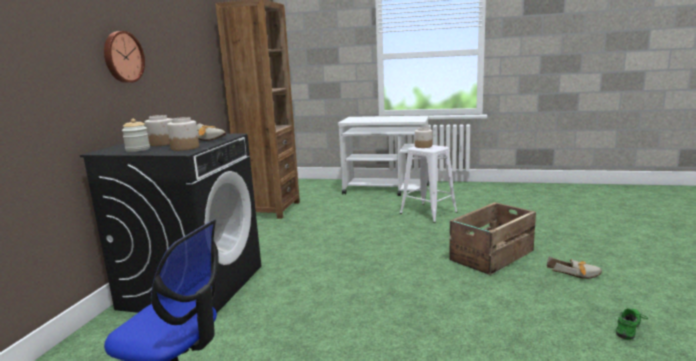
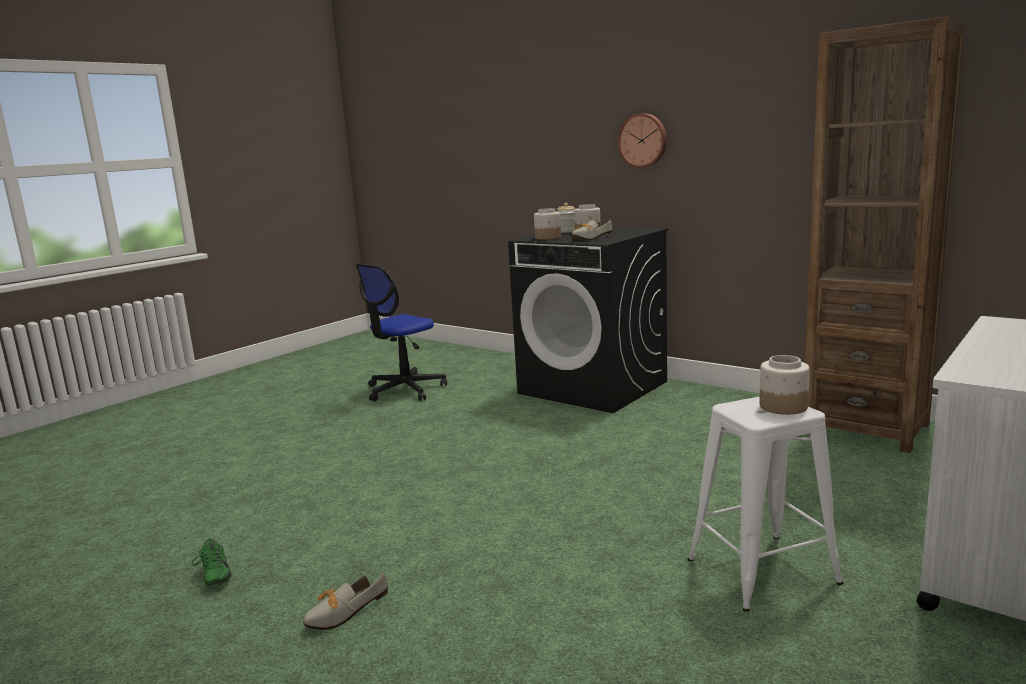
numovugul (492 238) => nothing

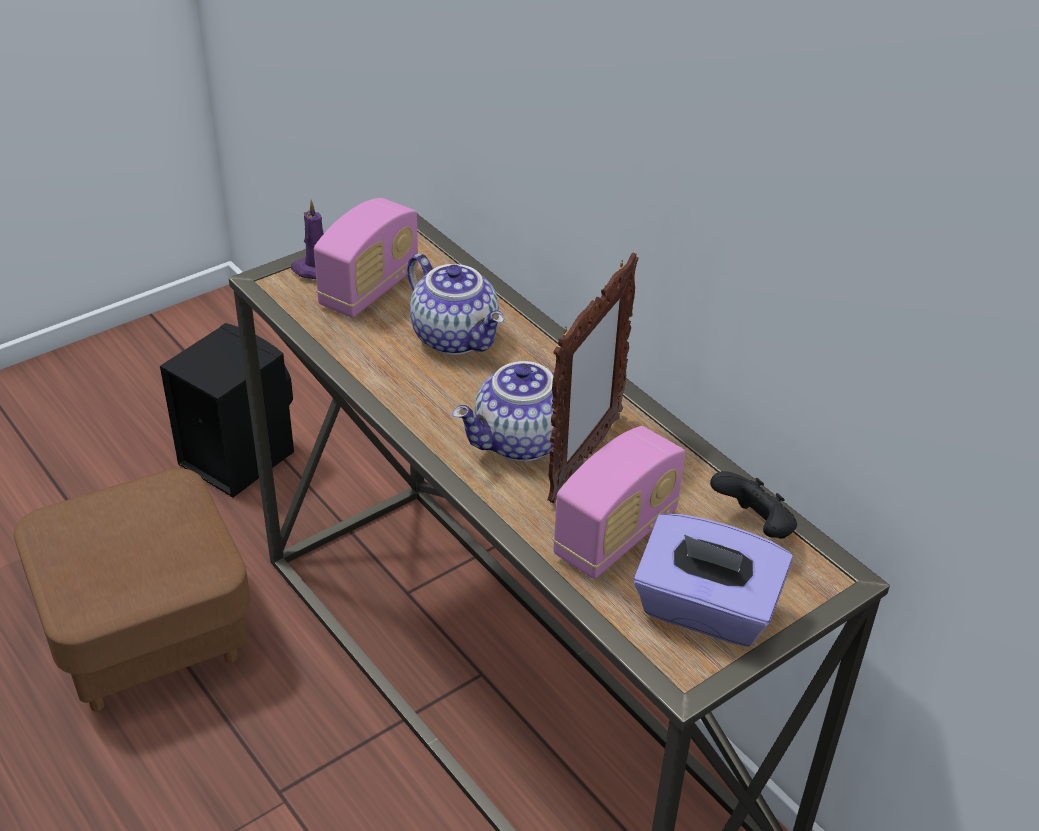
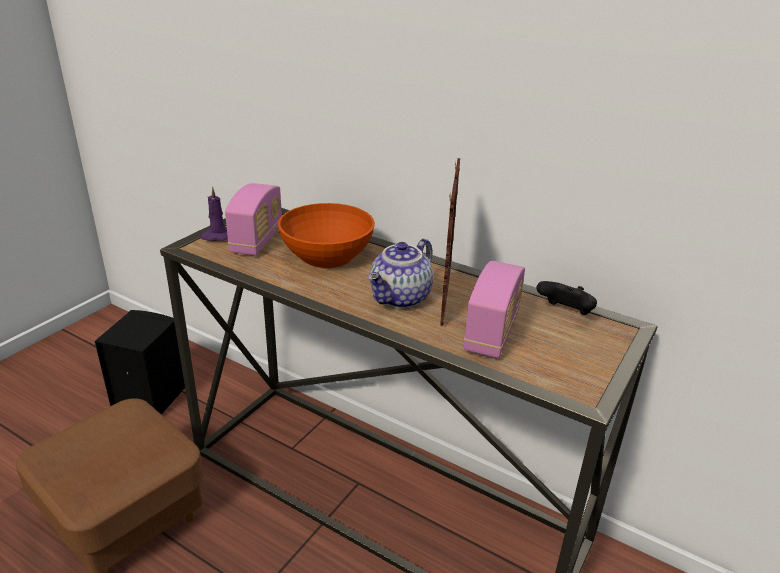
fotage (455 304) => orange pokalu (326 235)
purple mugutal (713 580) => nothing

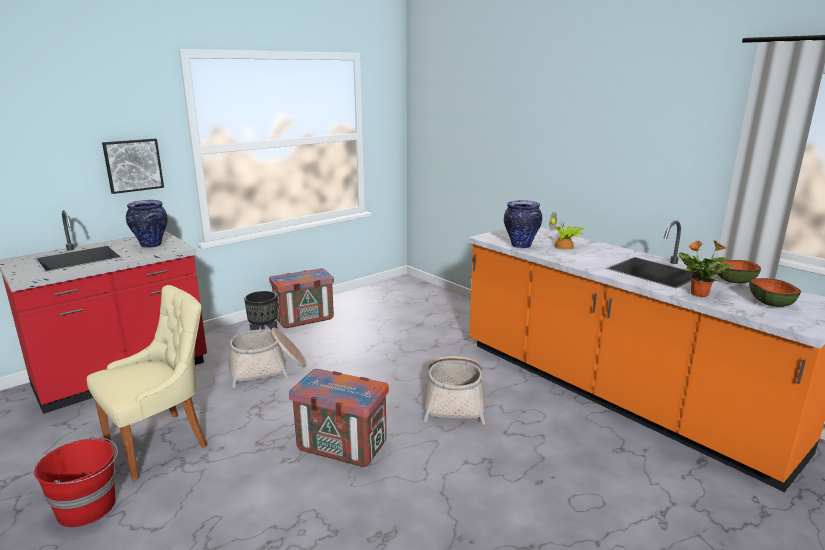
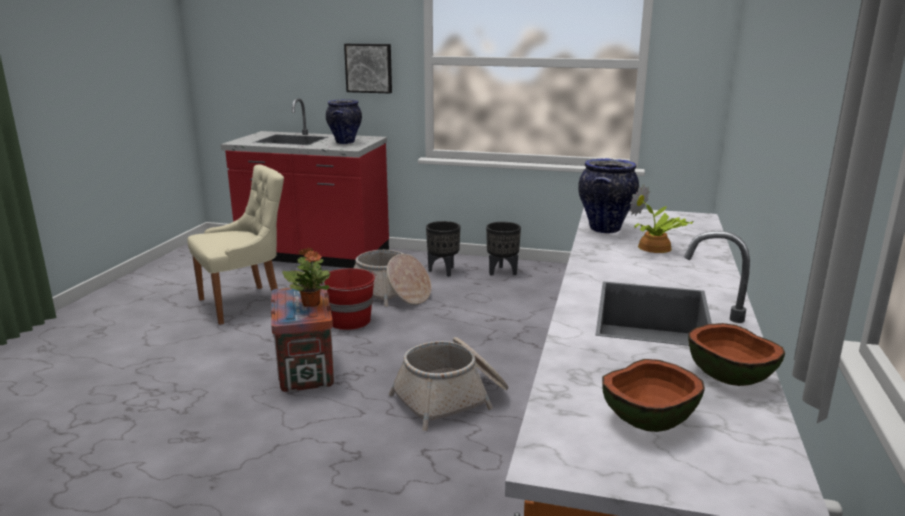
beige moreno (147 383) => beige moreno (235 244), 45 degrees counterclockwise
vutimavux (706 268) => vutimavux (306 277), moved
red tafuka (76 482) => red tafuka (349 299), moved
numovugul (301 298) => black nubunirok (503 249)

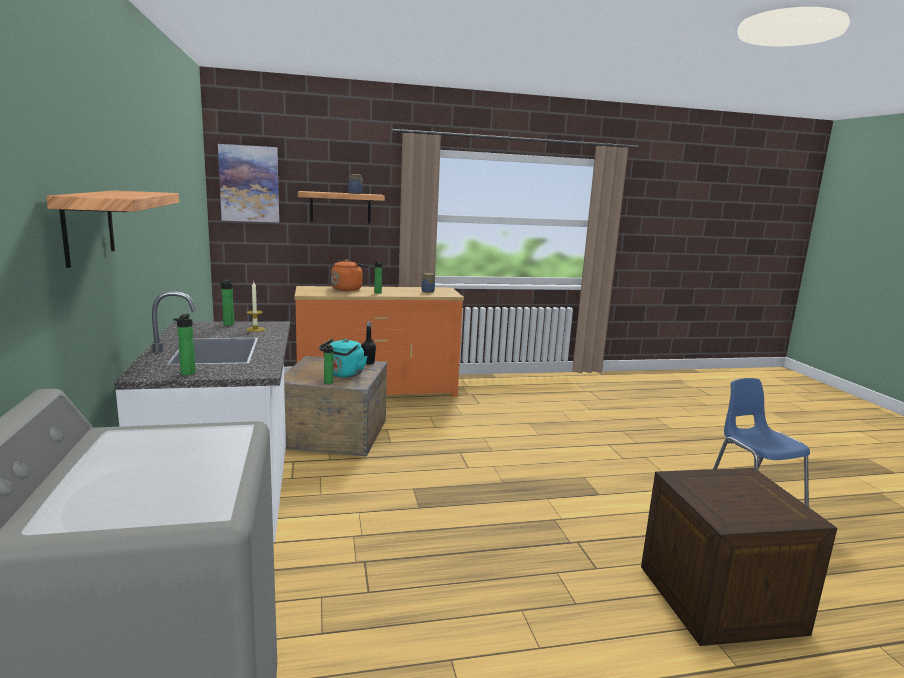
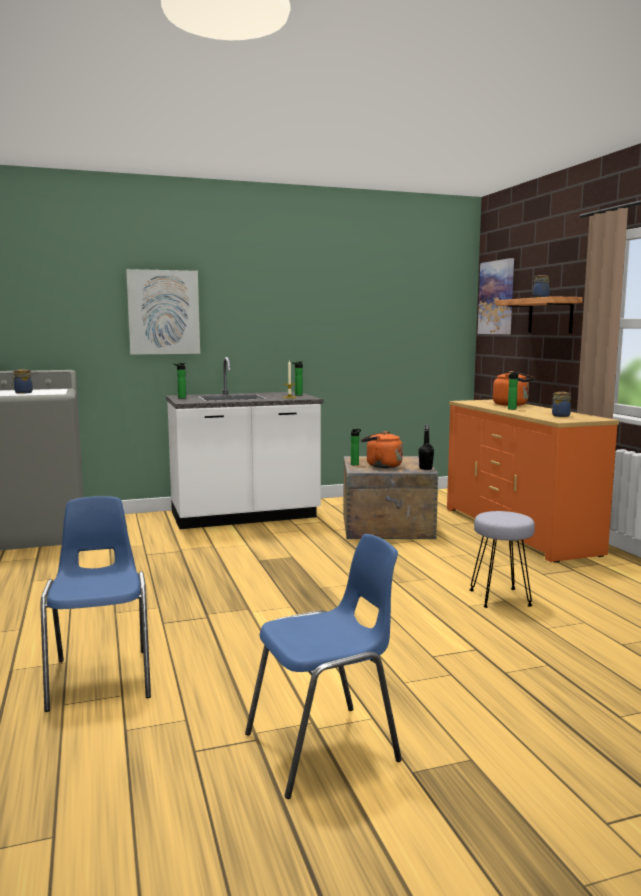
nothing => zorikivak (22 381)
numovugul (739 557) => blue moreno (95 604)
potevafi (112 229) => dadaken (163 312)
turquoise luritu (343 358) => orange luritu (382 450)
nothing => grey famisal (502 559)

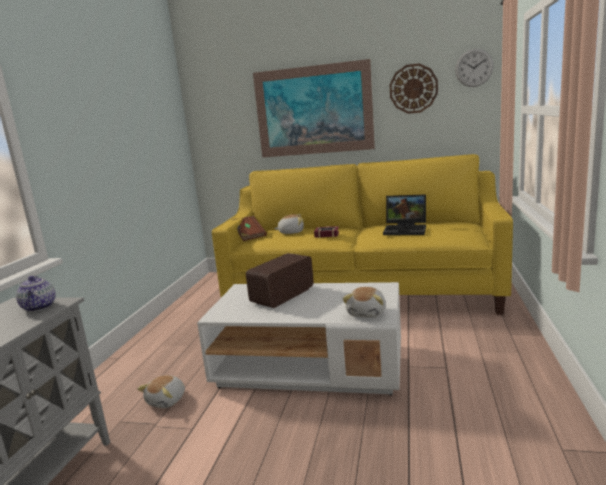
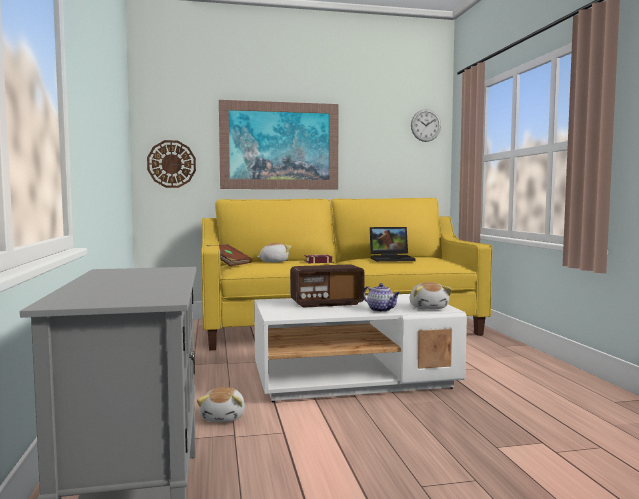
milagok (414 88) => milagok (171 164), moved
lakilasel (280 280) => lakilasel (327 286), 120 degrees counterclockwise
fotage (36 294) => fotage (381 297), moved

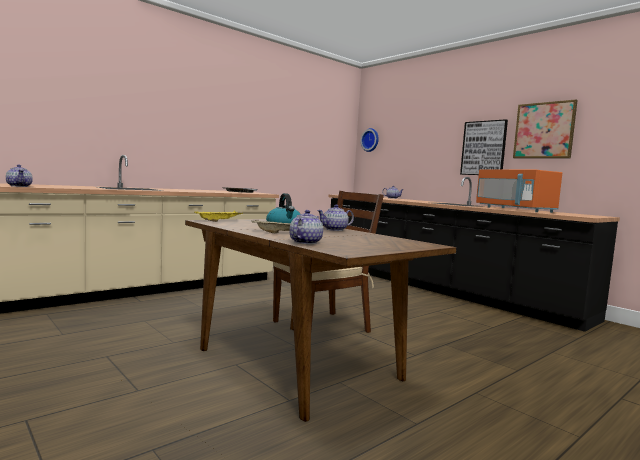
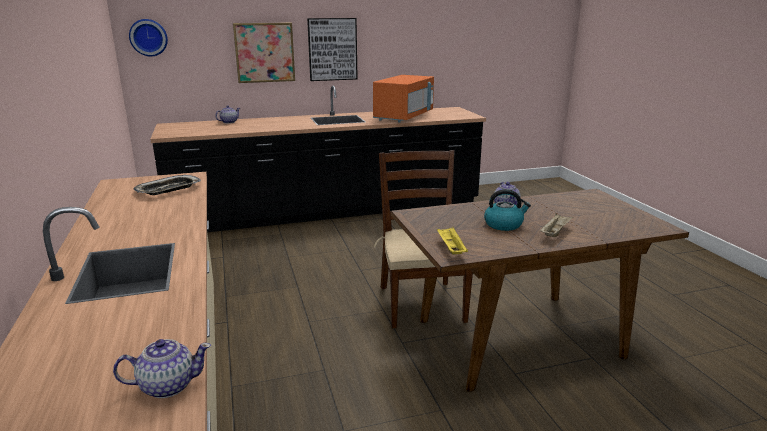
dadaken (545 129) => dadaken (264 53), moved
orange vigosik (519 191) => orange vigosik (403 98), 60 degrees counterclockwise
fotage (306 227) => nothing

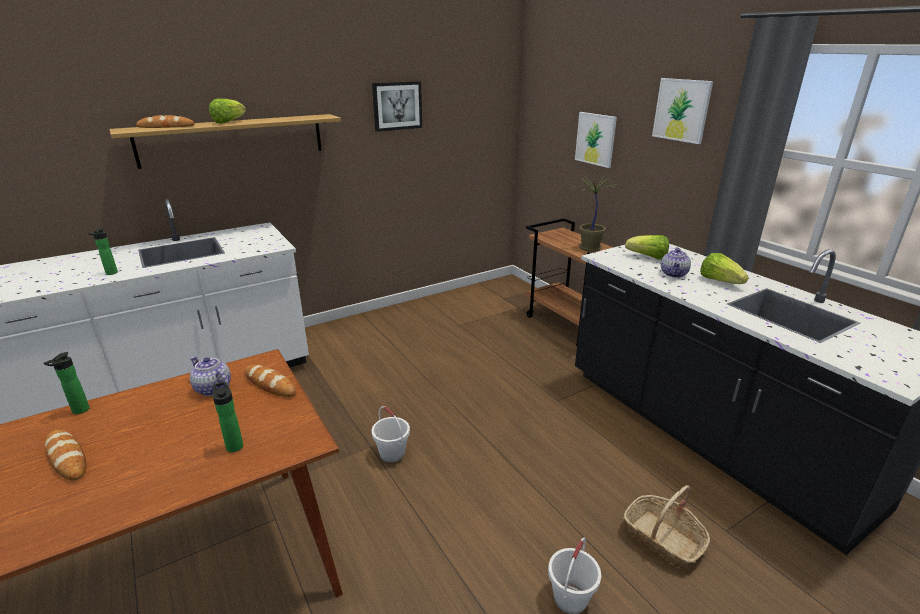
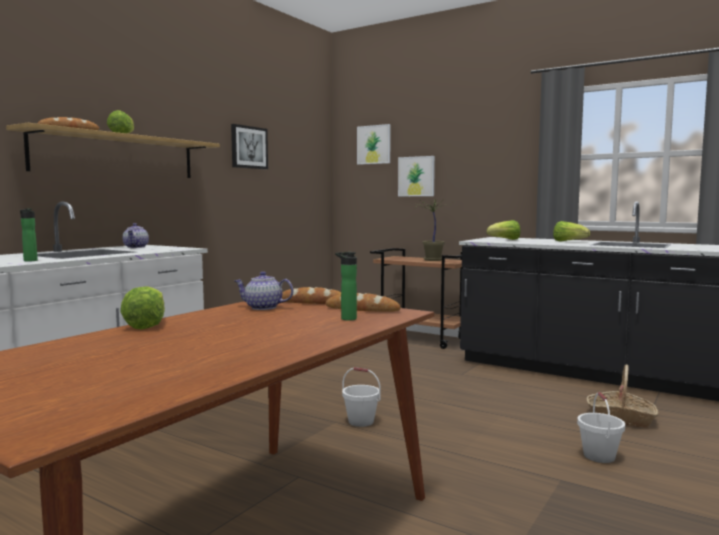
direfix (67 383) => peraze (142 308)
fotage (676 262) => fotage (136 235), moved
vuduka (65 455) => vuduka (363 302), moved
dadaken (682 111) => dadaken (374 144), moved

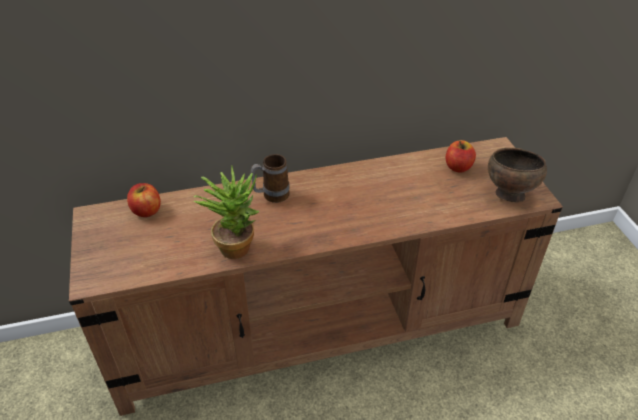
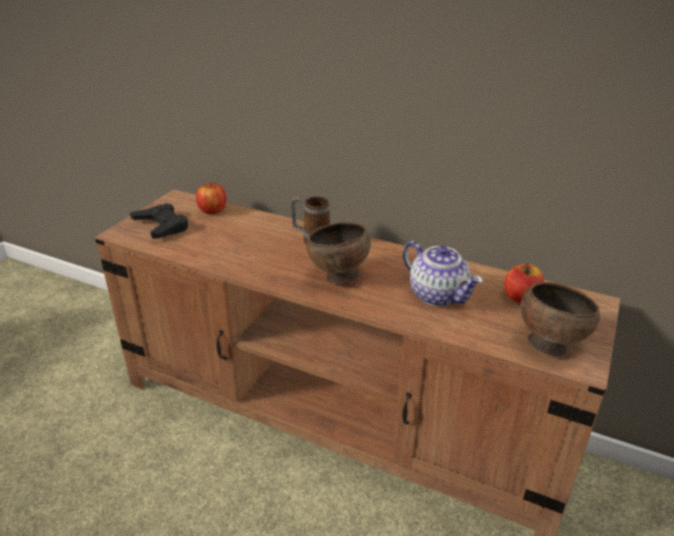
nothing => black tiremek (159 221)
nothing => brown pokalu (338 253)
nothing => fotage (443 273)
vutimavux (226 212) => nothing

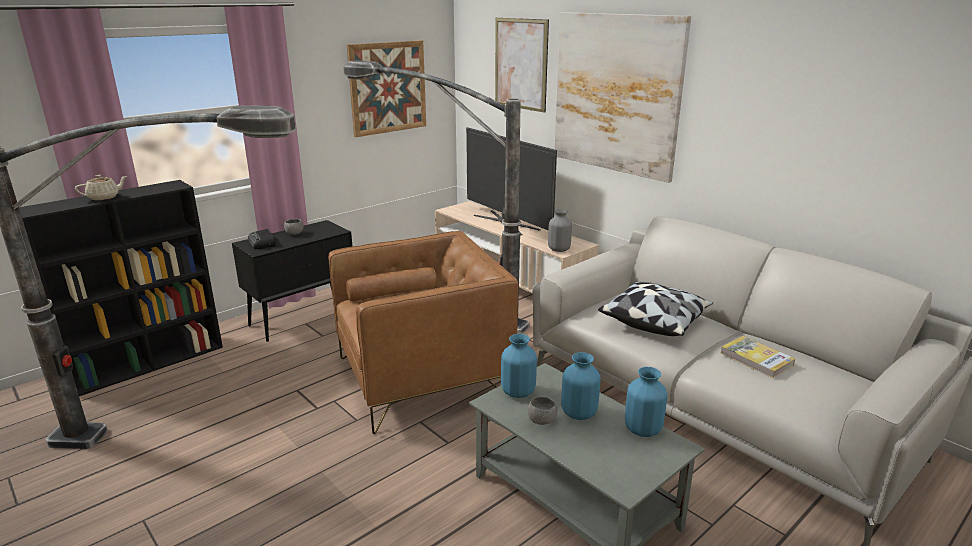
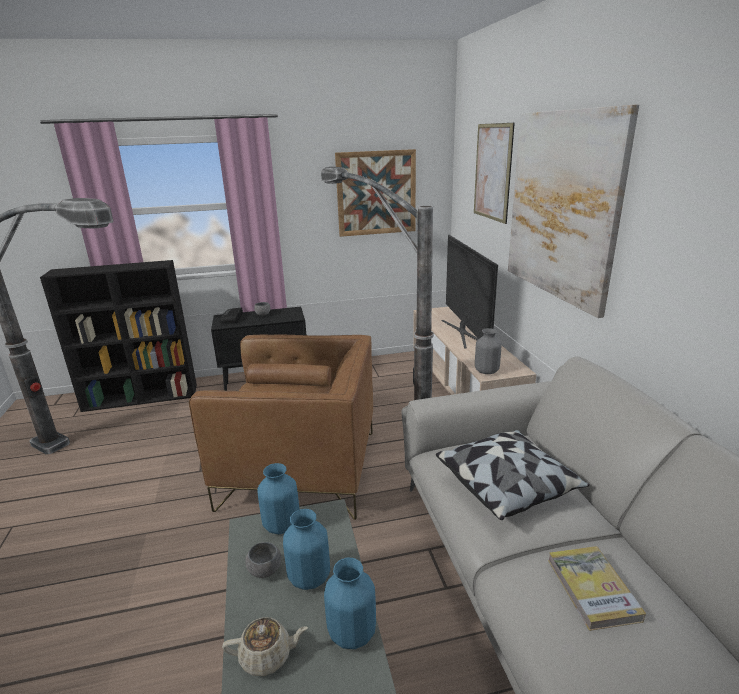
beige fotage (101 187) => beige fotage (265 646), moved

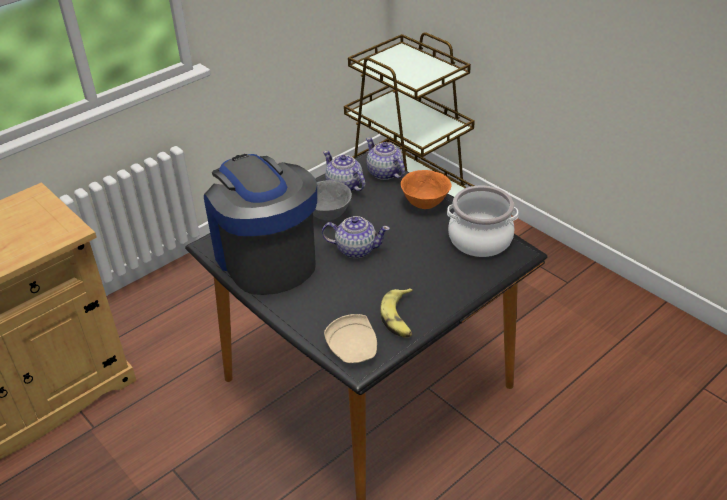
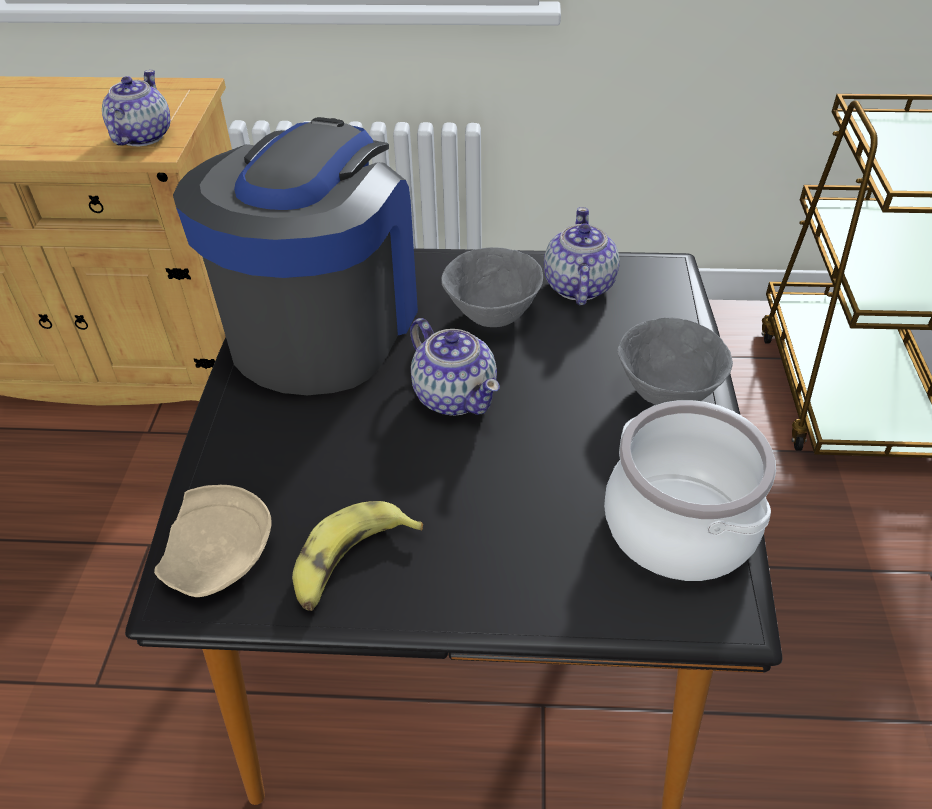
fotage (385 158) => fotage (136 108), moved
orange pokalu (426 189) => grey pokalu (675 361)

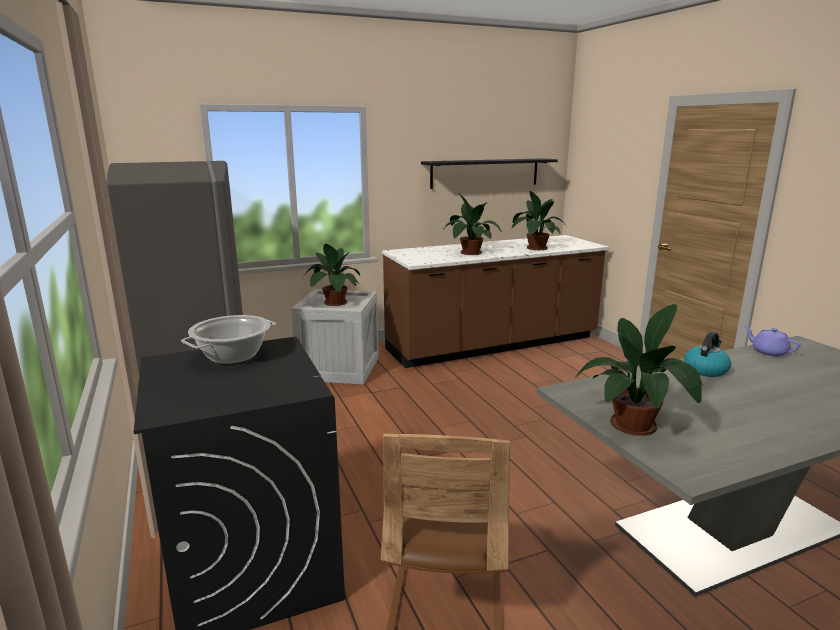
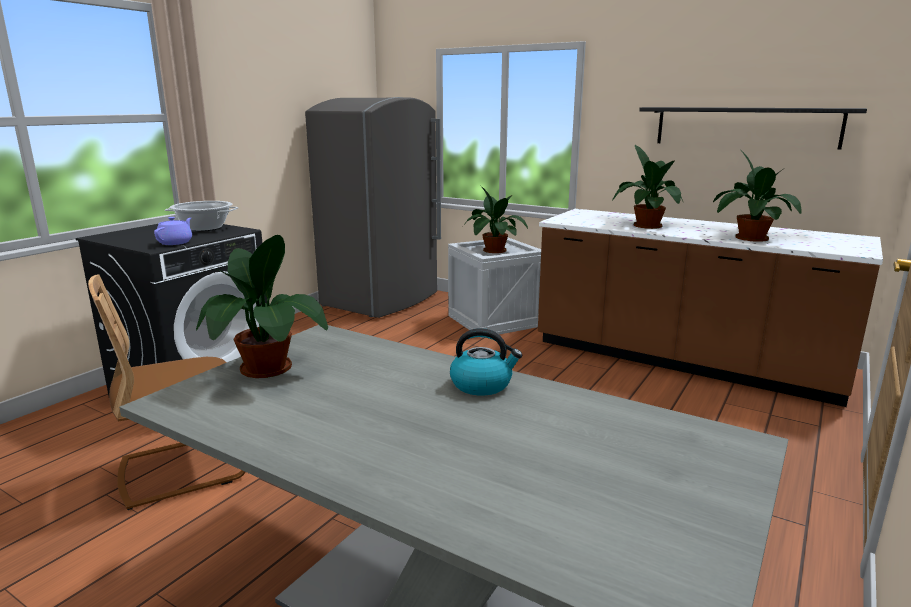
purple fotage (773 341) => purple fotage (173 231), moved

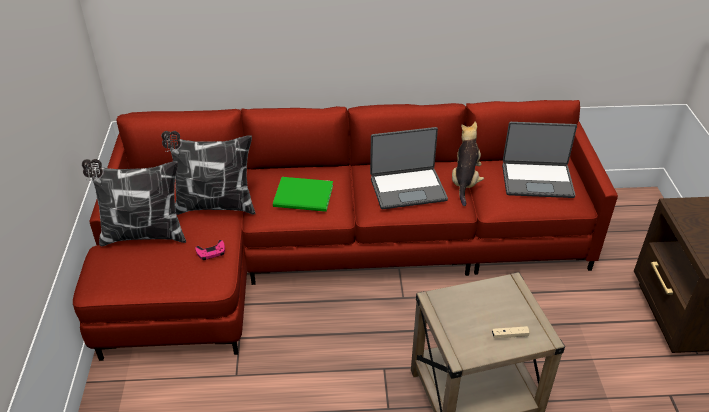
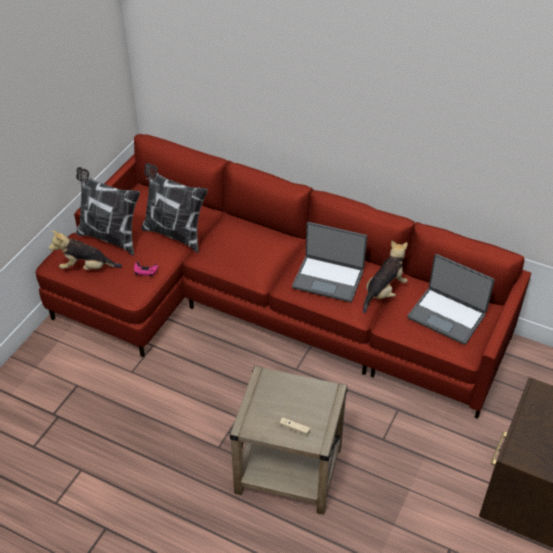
nothing => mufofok (85 250)
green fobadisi (303 194) => nothing

